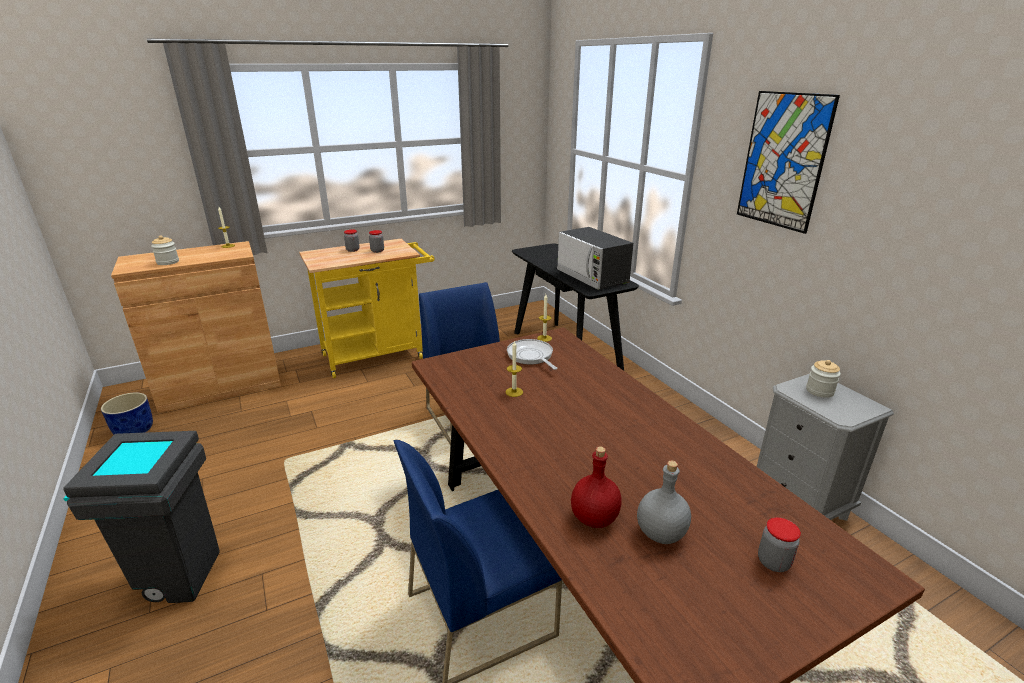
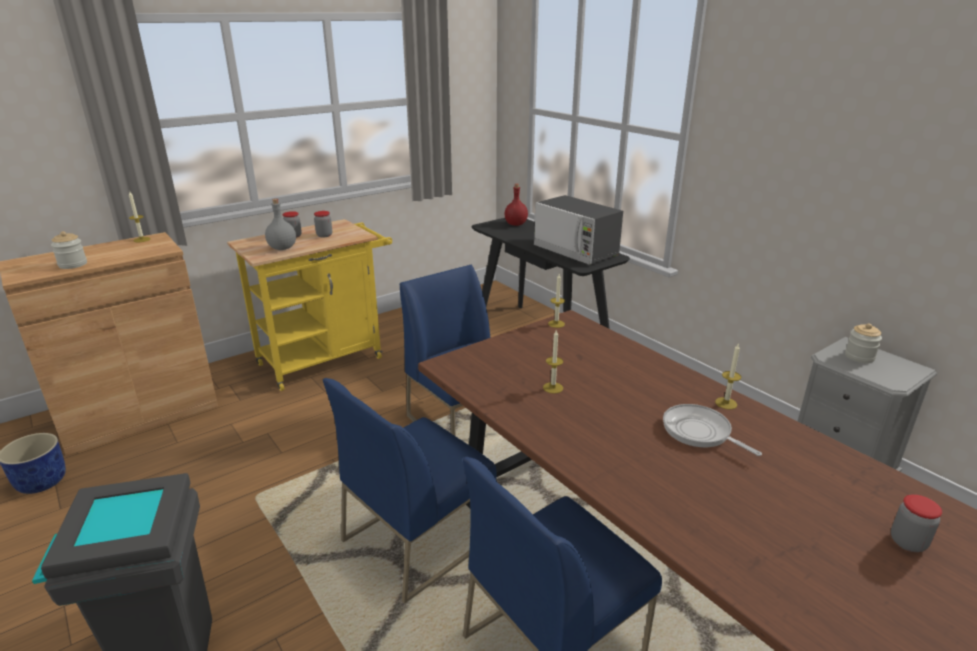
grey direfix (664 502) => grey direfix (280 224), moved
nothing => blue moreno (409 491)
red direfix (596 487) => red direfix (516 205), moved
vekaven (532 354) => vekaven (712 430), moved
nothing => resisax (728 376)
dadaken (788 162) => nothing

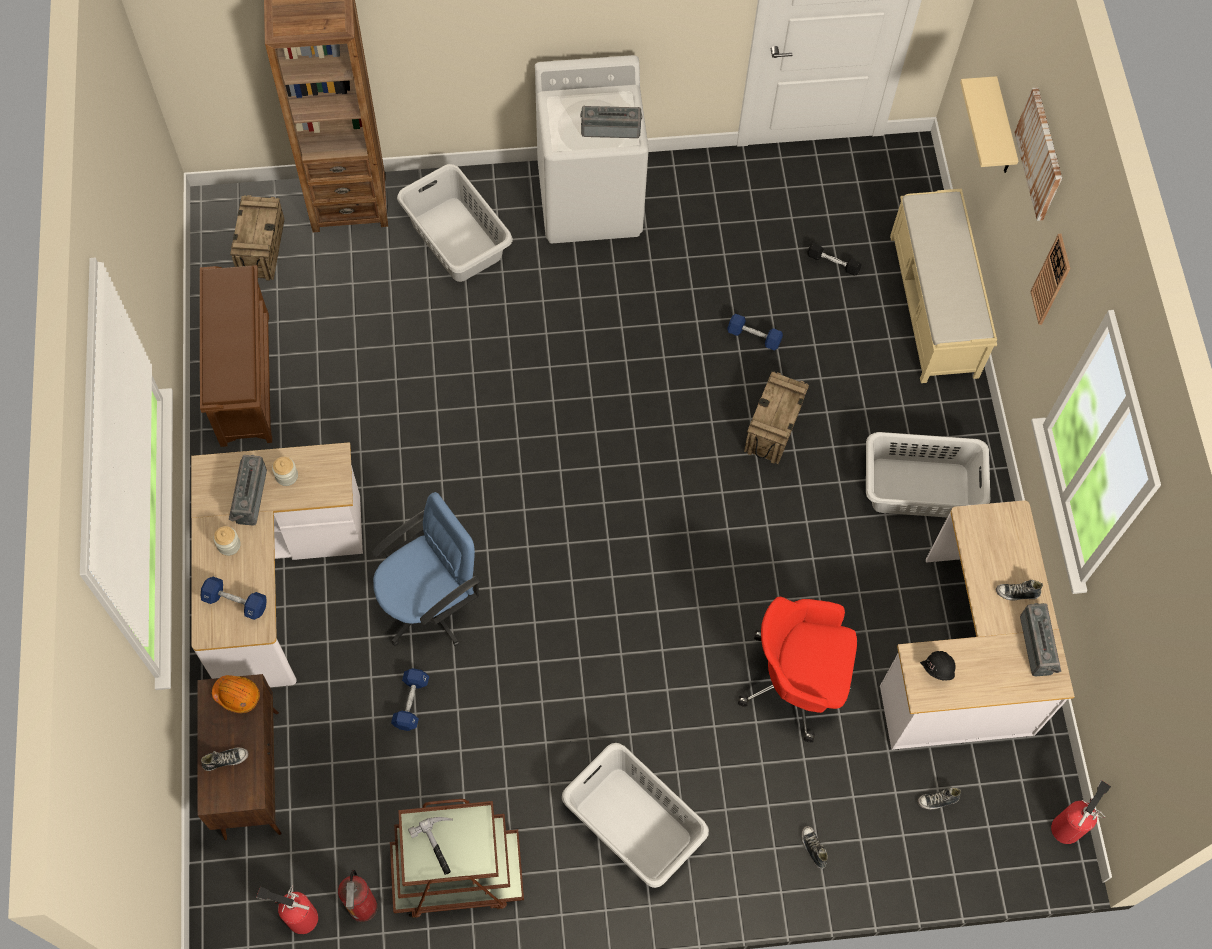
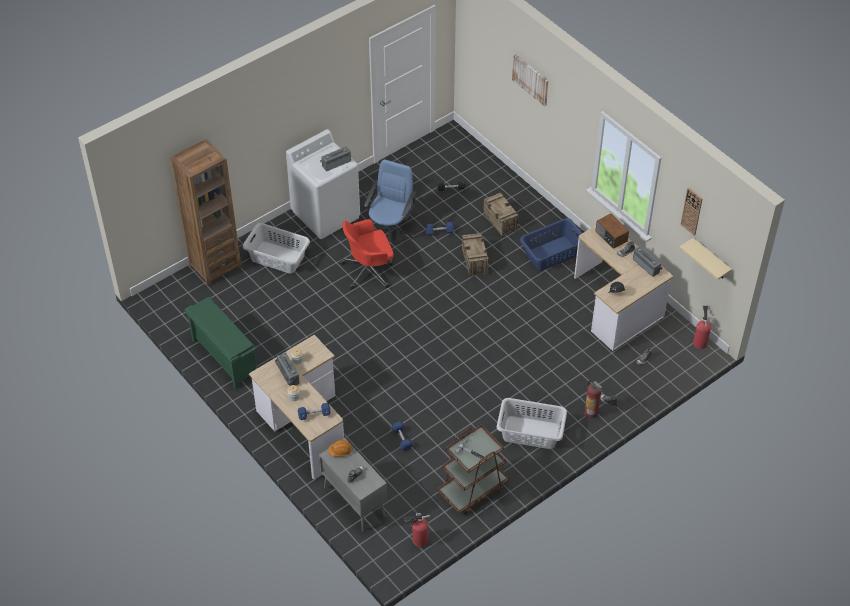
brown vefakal (236 356) => green vefakal (220 343)
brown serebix (239 757) => grey serebix (353 484)
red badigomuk (797 669) => red badigomuk (366 254), moved
blue badigomuk (426 569) => blue badigomuk (390 201), moved
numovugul (257 238) => numovugul (501 214), moved
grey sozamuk (928 474) => blue sozamuk (551 244)
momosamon (358 896) => momosamon (593 399), moved
nothing => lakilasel (612 231)
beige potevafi (989 124) => beige potevafi (705 259), moved
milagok (1050 279) => milagok (691 211), moved
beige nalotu (943 286) => nothing

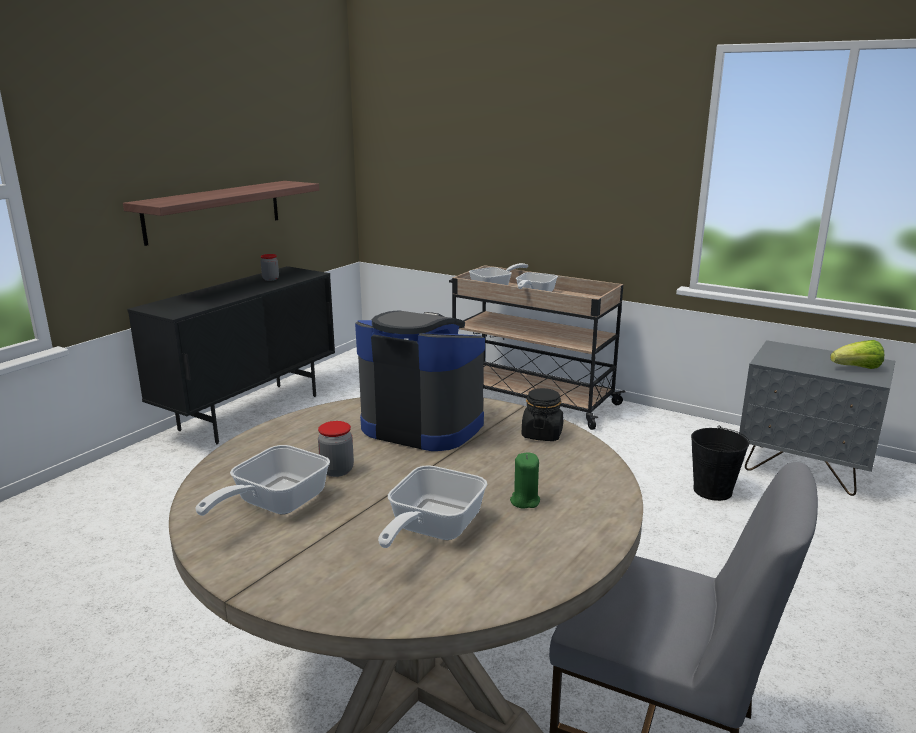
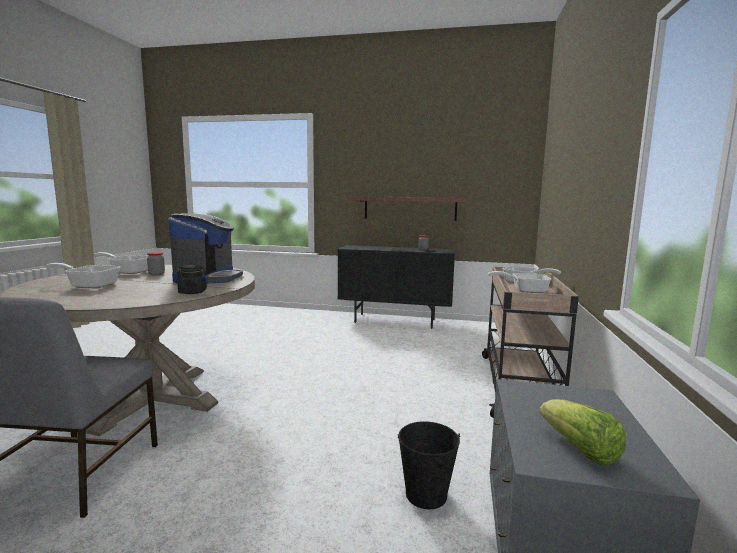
green resisax (525 480) => nothing

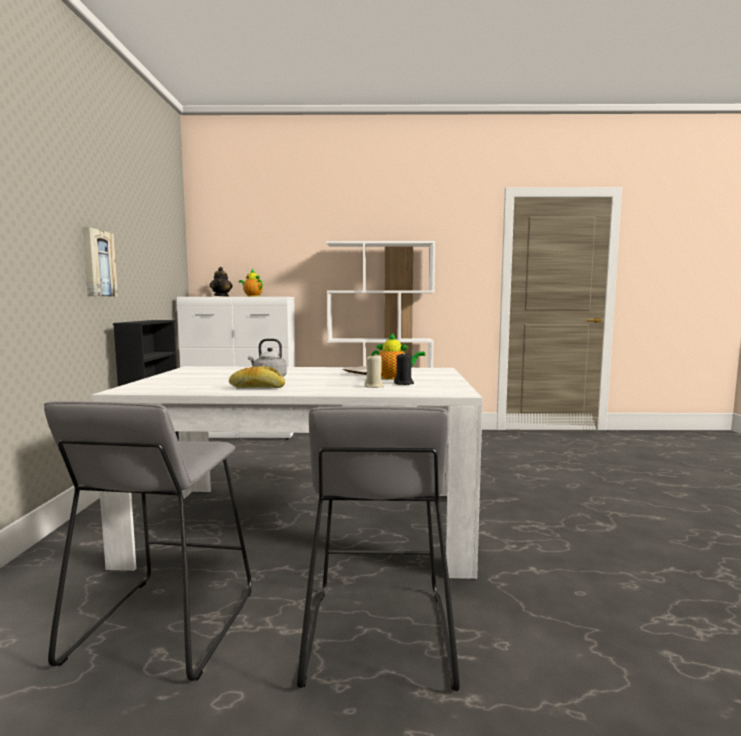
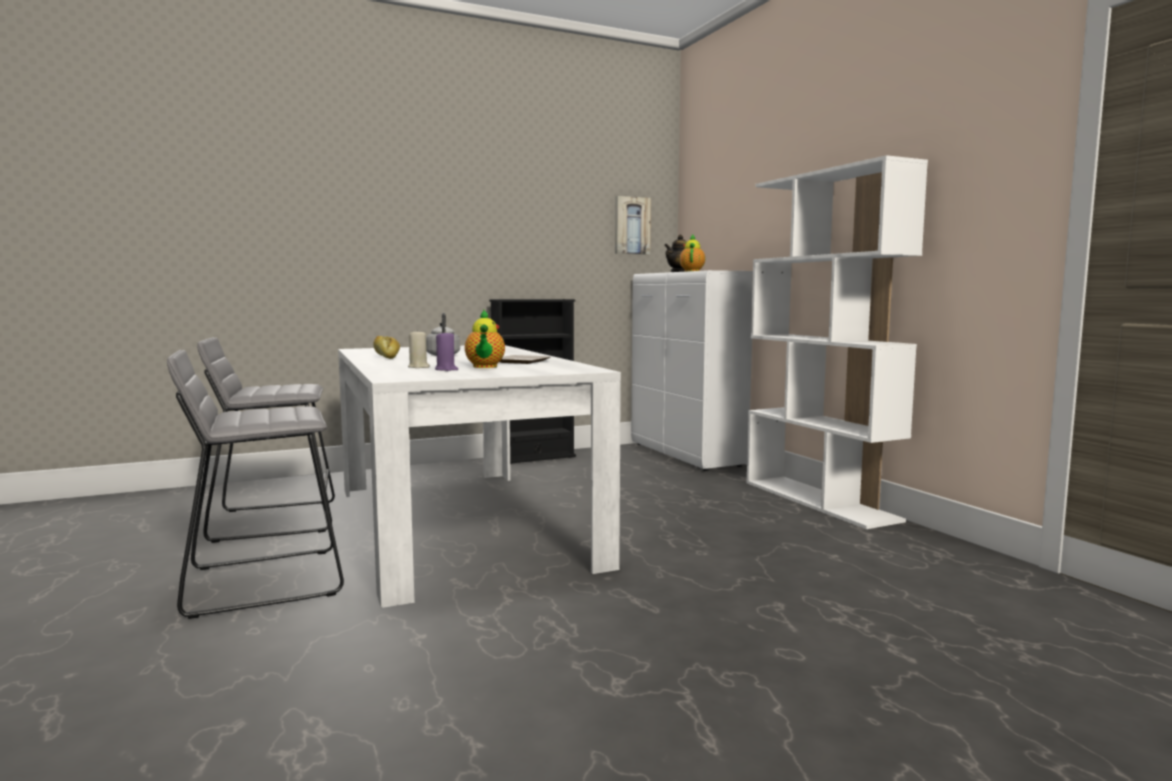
black resisax (404 369) => purple resisax (446 351)
dadaken (100 262) => dadaken (633 225), moved

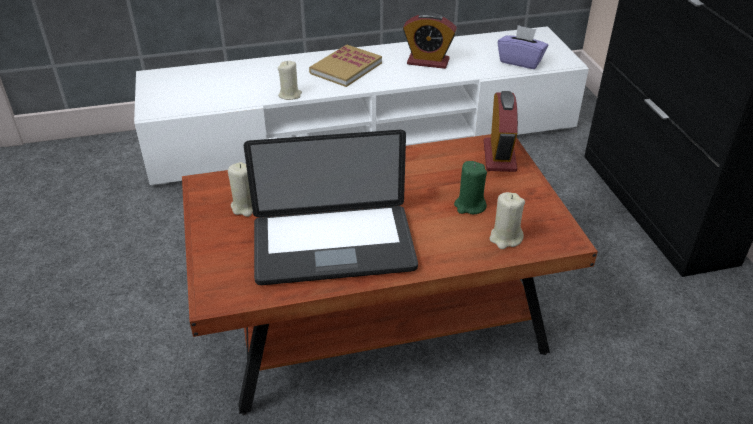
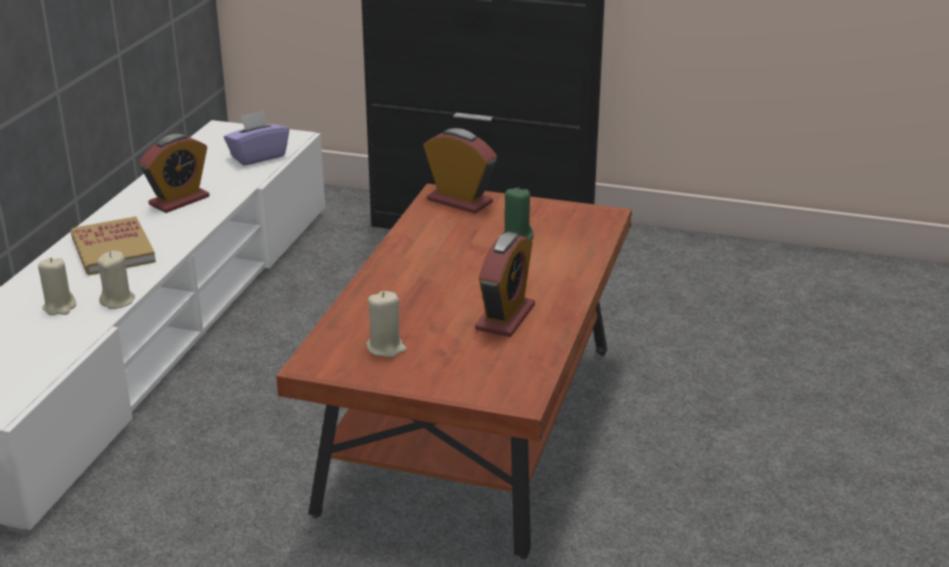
beige resisax (507 220) => beige resisax (57 286), moved
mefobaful (331 207) => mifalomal (505 284)

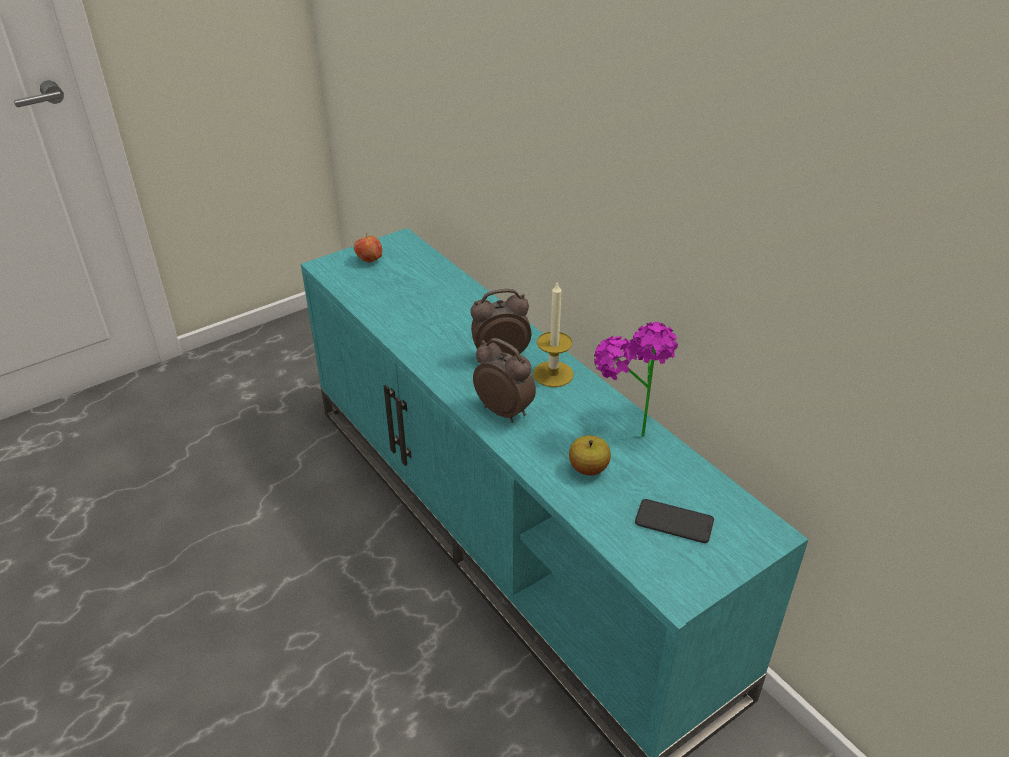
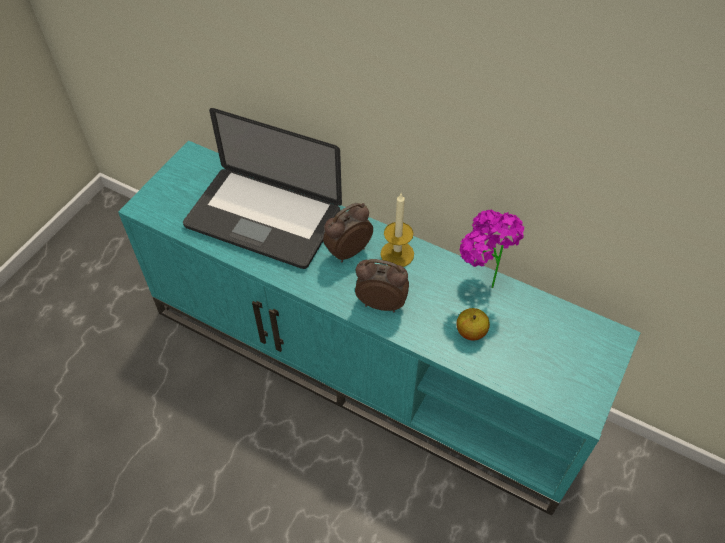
nothing => mefobaful (262 188)
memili (367 247) => nothing
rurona (674 521) => nothing

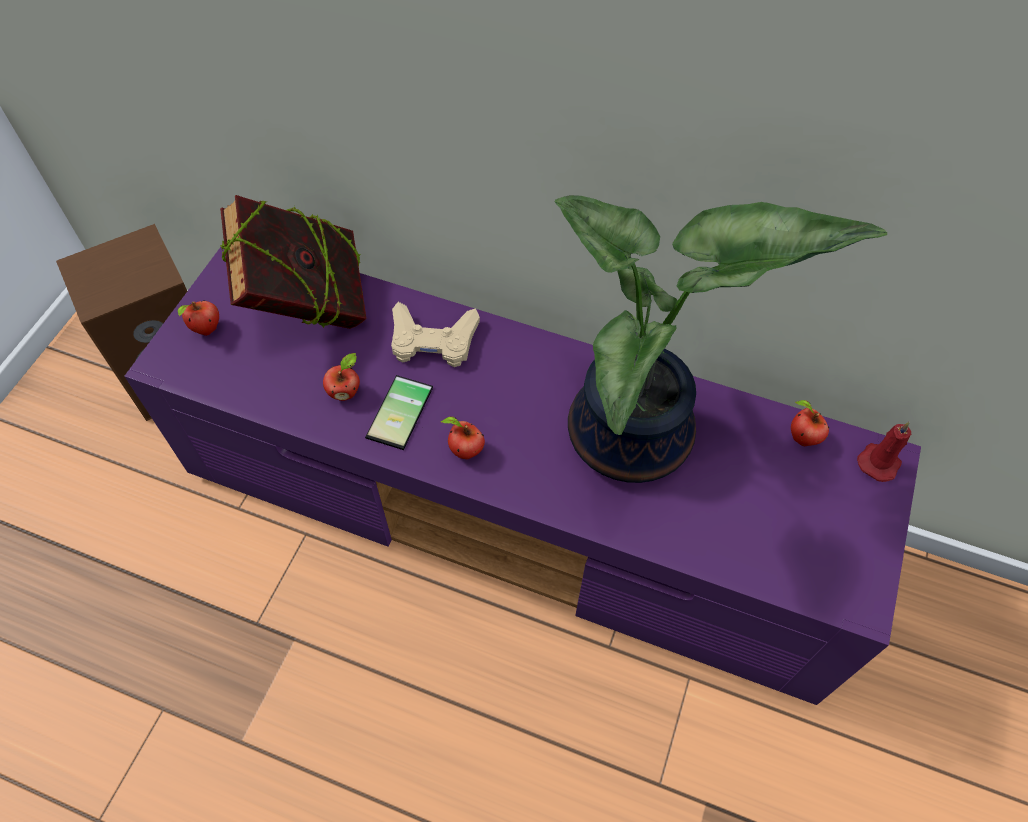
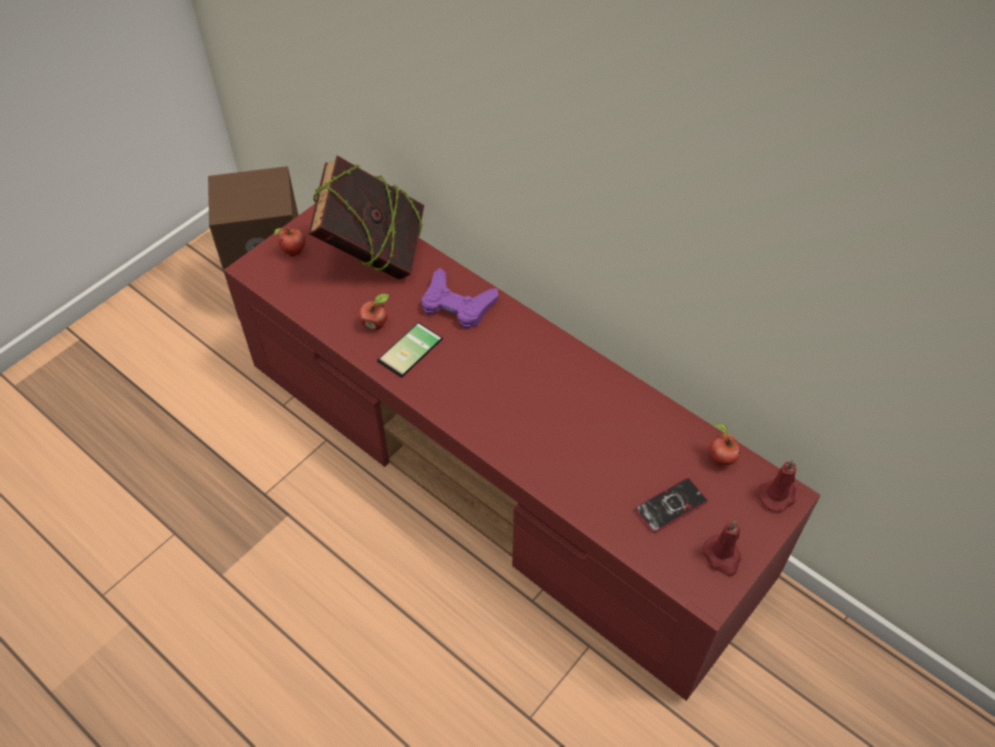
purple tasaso (522 476) => red tasaso (522 452)
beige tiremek (435 334) => purple tiremek (460 298)
nothing => rurona (671 505)
nothing => red resisax (721 548)
memili (462 438) => nothing
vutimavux (720 339) => nothing

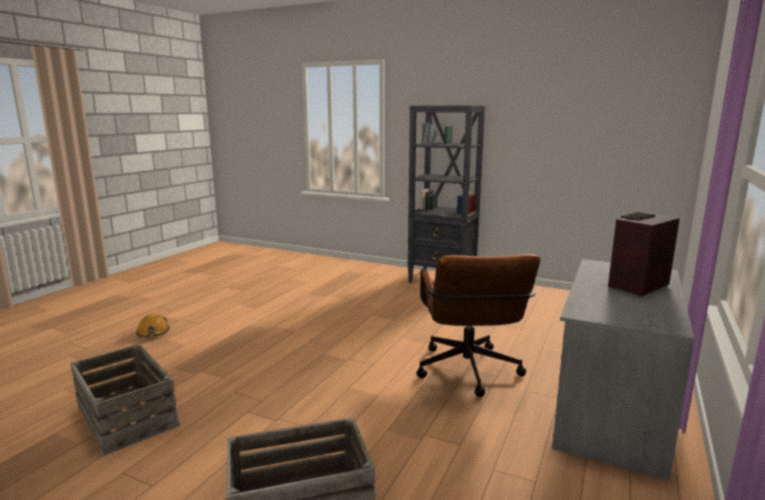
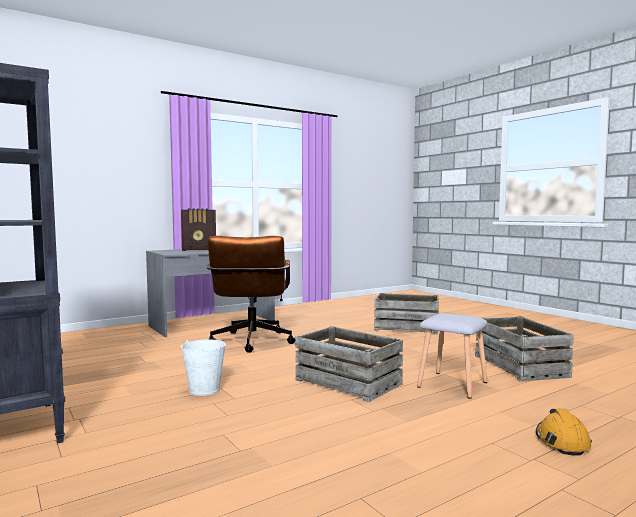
nothing => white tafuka (203 367)
brown badigomuk (478 325) => brown badigomuk (251 294), 150 degrees clockwise
nothing => numovugul (349 364)
nothing => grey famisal (452 356)

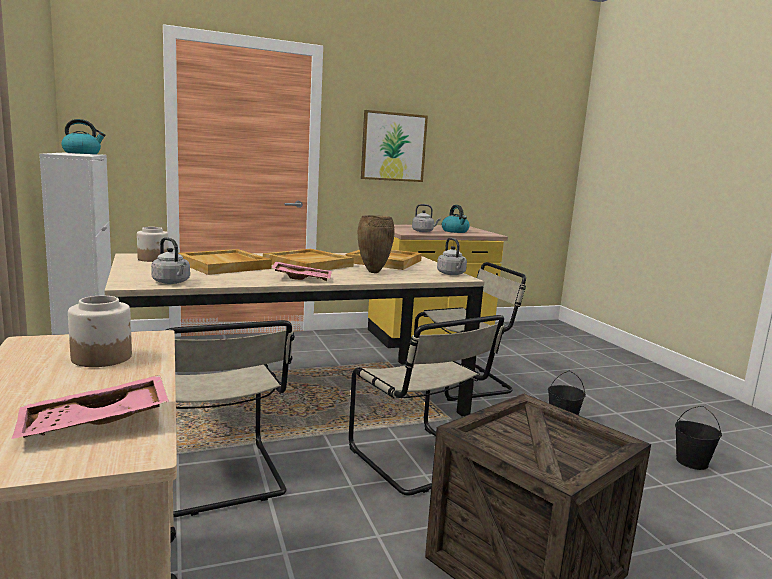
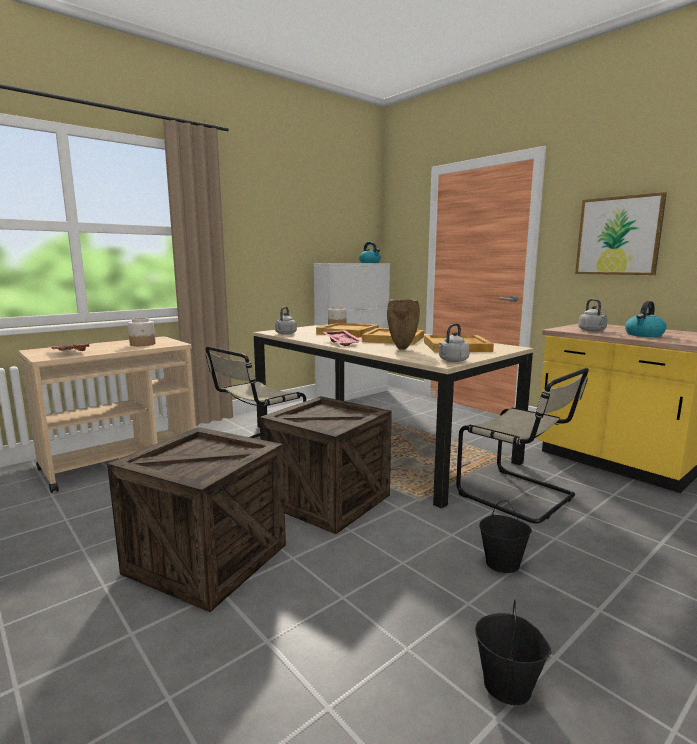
beige moreno (426 405) => numovugul (326 465)

